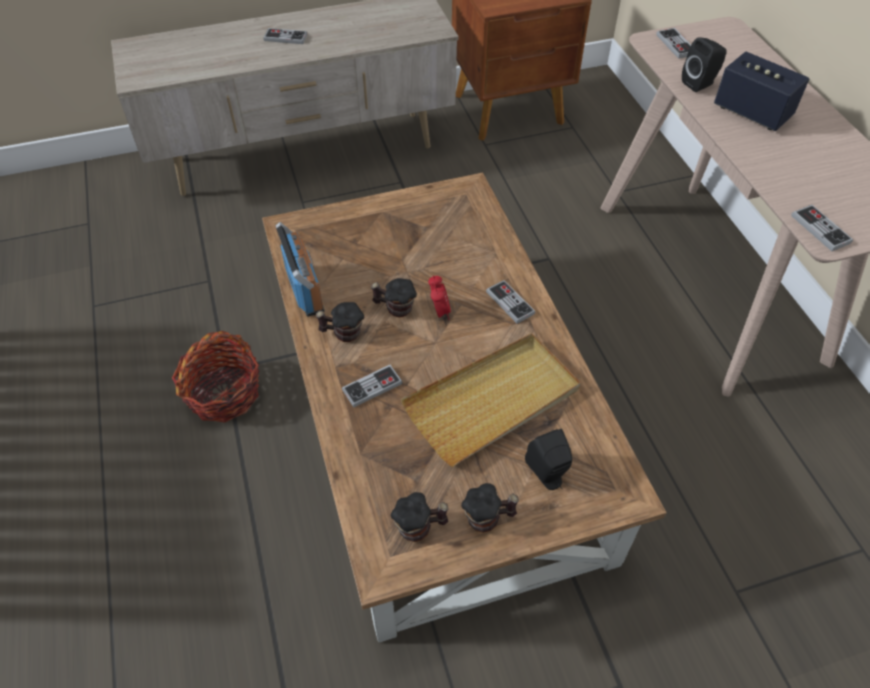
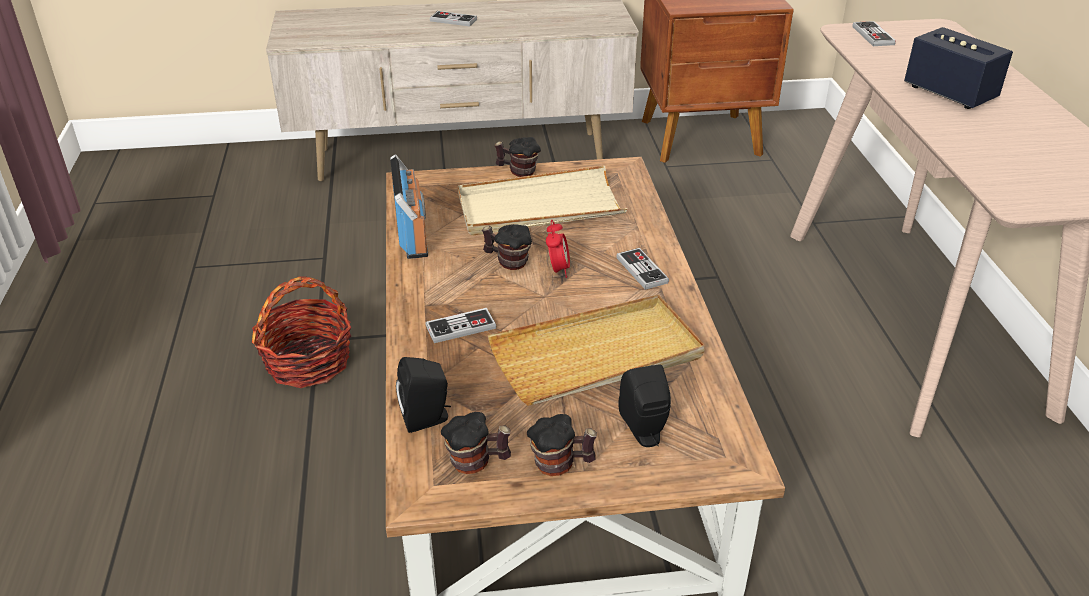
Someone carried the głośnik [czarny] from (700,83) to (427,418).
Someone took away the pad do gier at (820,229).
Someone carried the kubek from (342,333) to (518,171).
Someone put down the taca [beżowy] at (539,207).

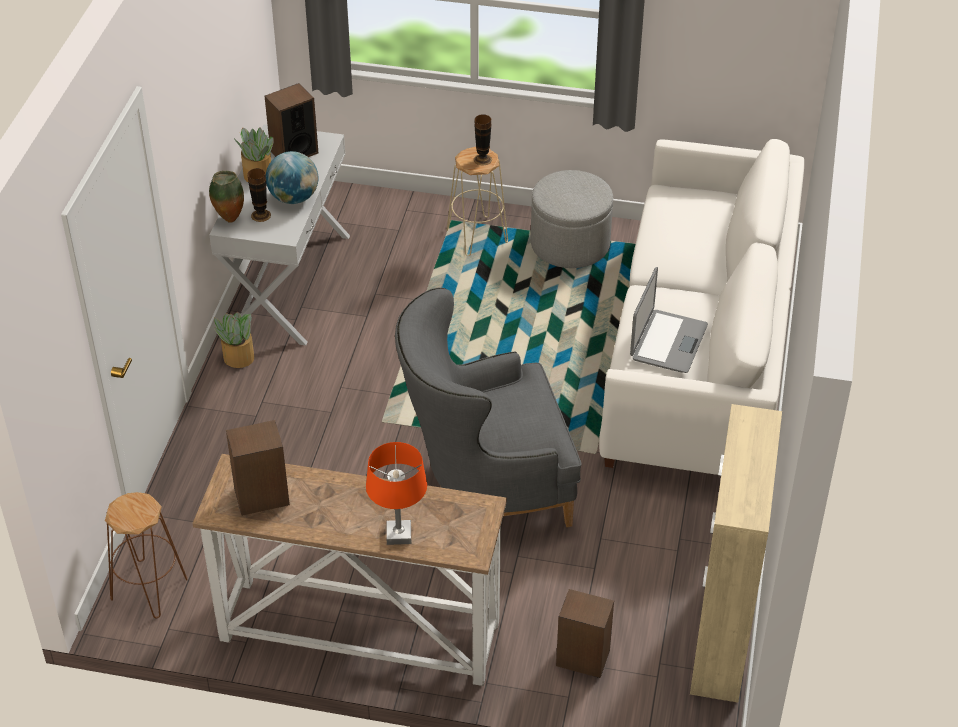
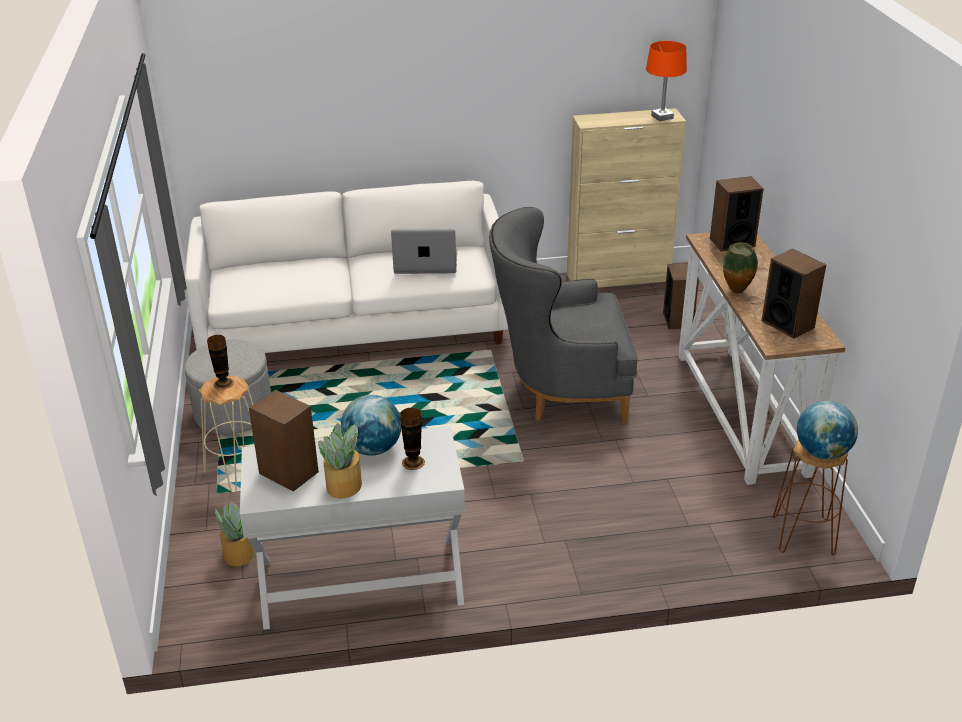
Someone carried the wazon from (229,219) to (737,292).
Someone rotated the fotel [szary] at (485,487) by 120 degrees clockwise.
Someone carried the roślina doniczkowa from (238,357) to (238,555).
Someone carried the lampa stołowa [pomarańczowy] from (398,535) to (662,117).
Someone put down the głośnik at (732,242).
Someone put down the globus at (822,452).

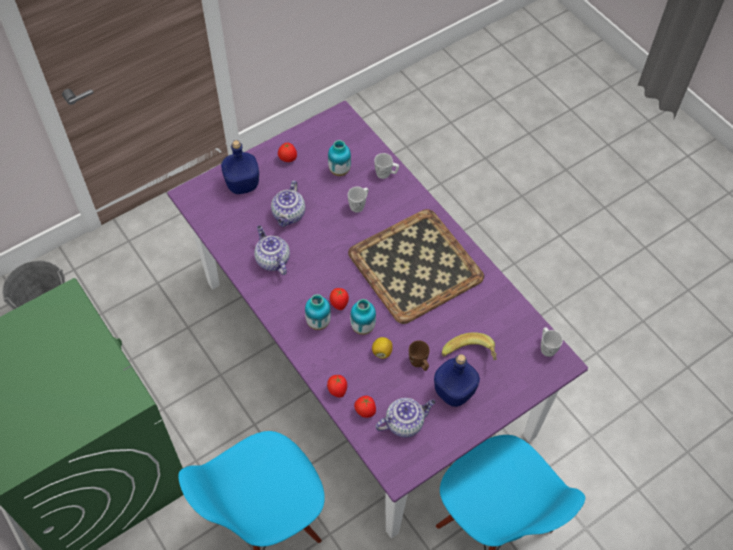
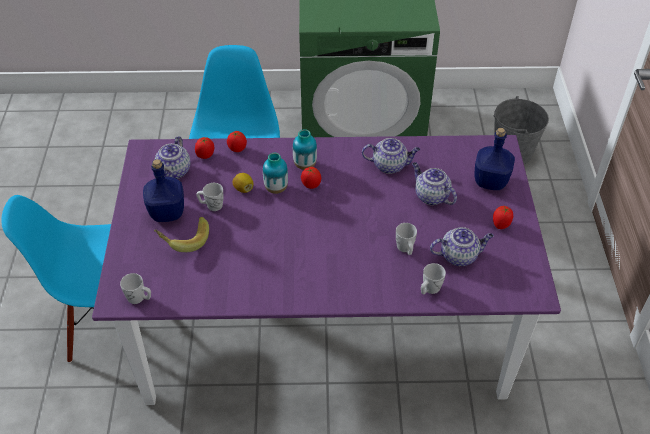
Someone swapped the wazon at (339,171) for the imbryk at (459,256).
Someone took away the taca at (415,264).
Someone repainted the kubek [brązowy] at (419,363), which became the kubek [biały] at (211,205).

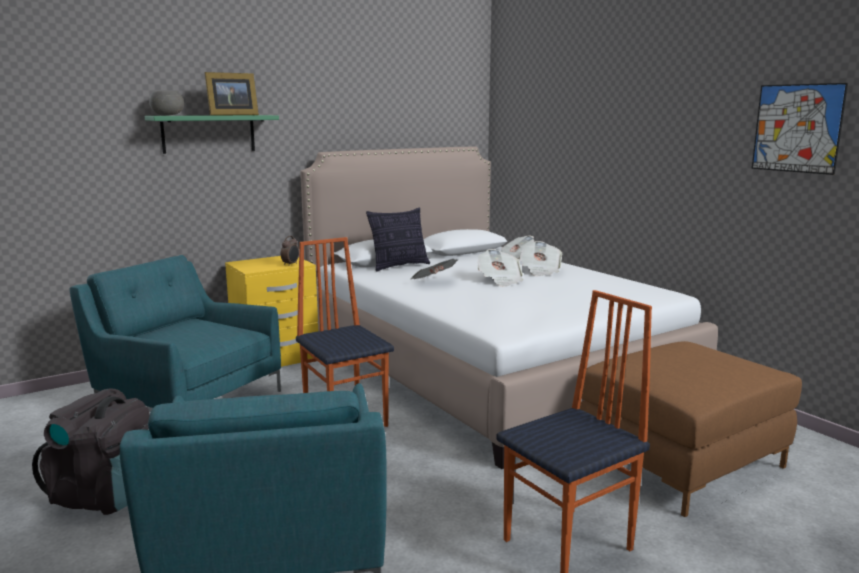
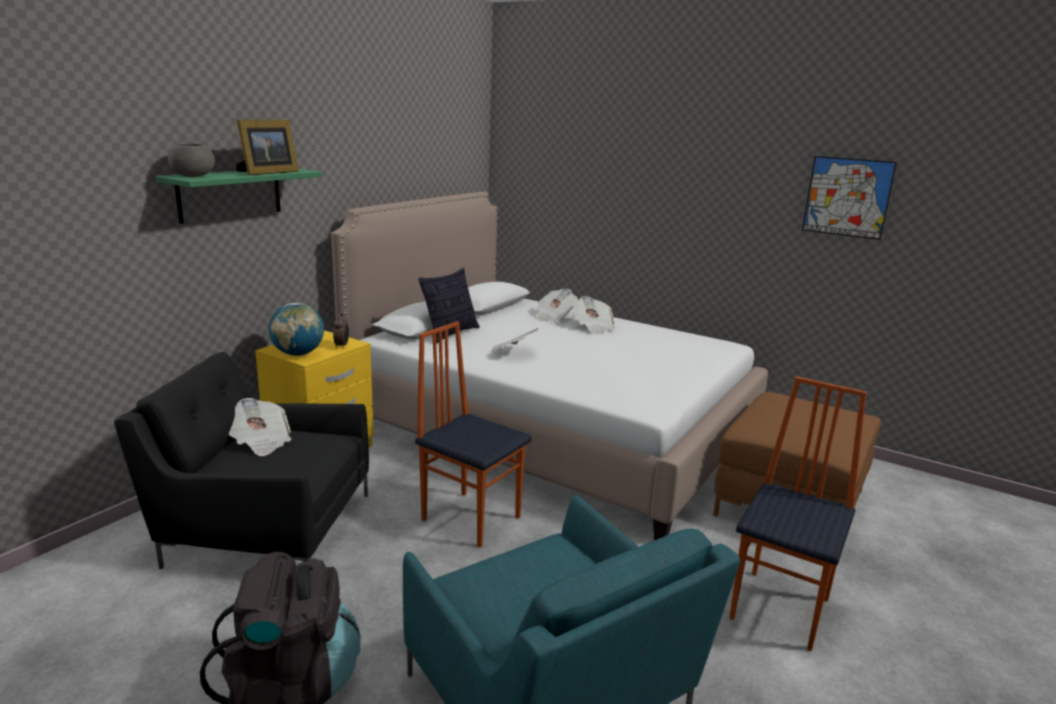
Someone carried the gazeta from (499,280) to (260,442).
Someone repainted the fotel [turkusowy] at (187,399), which became the fotel [czarny] at (265,527).
Someone put down the globus at (298,354).

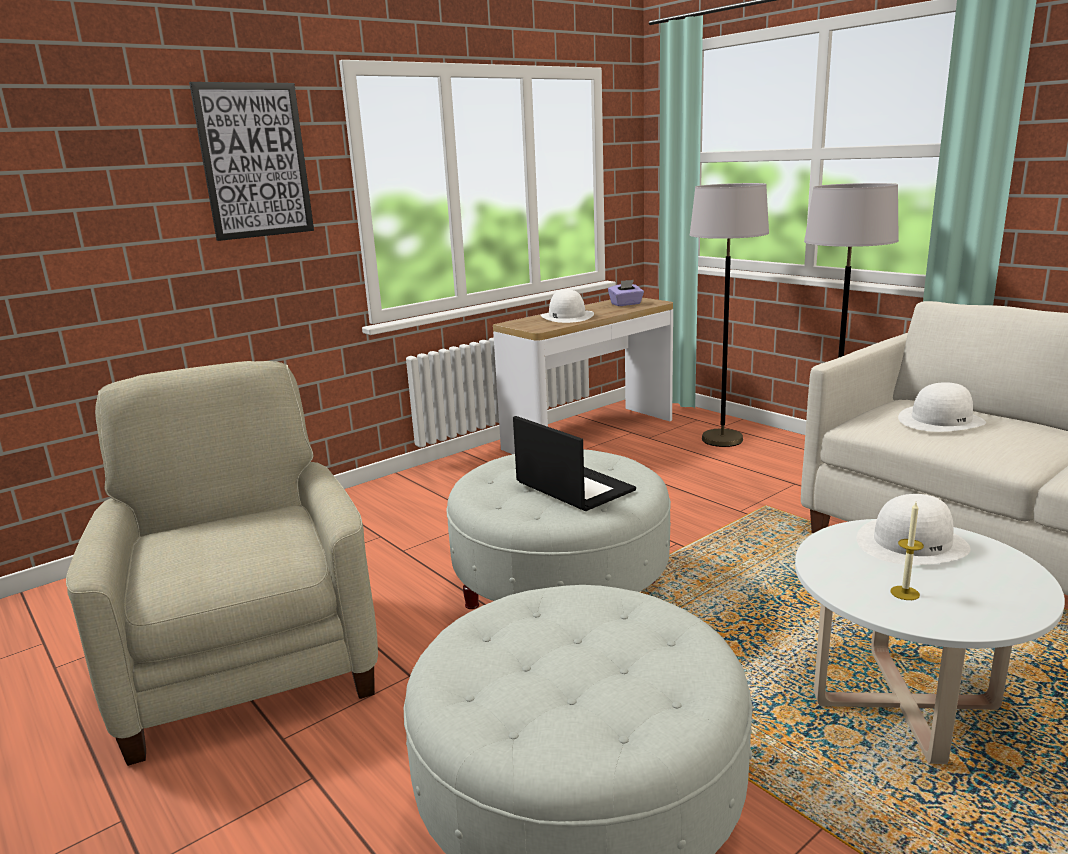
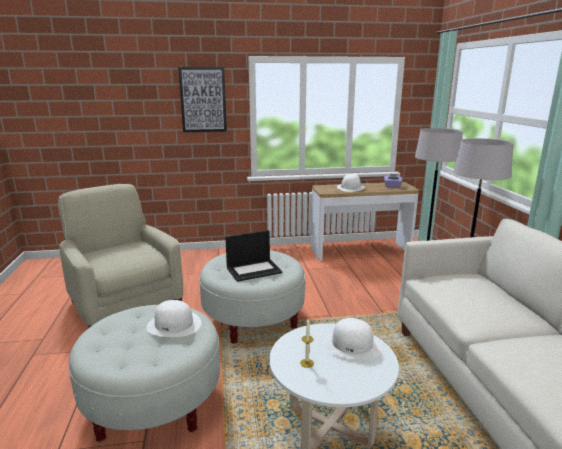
Someone rotated the fotel [beżowy] at (249,663) by 45 degrees counterclockwise.
Someone carried the kapelusz [biały] from (941,420) to (174,324).
Someone rotated the laptop at (573,487) by 75 degrees clockwise.

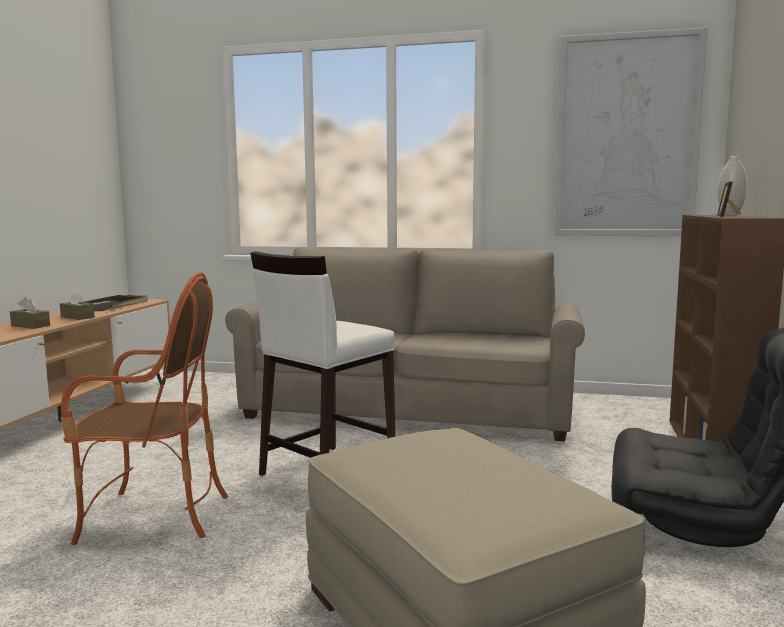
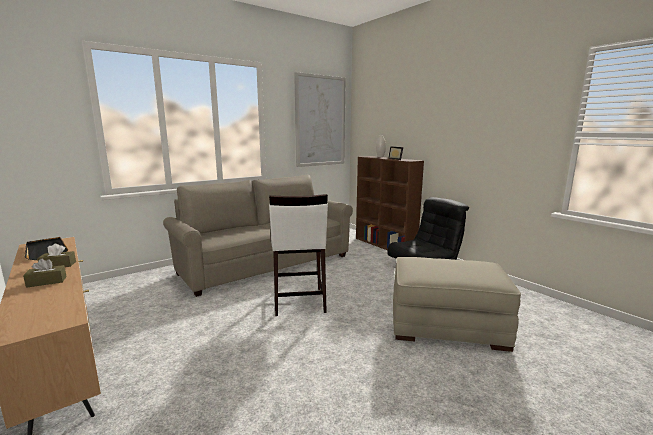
Someone took away the fotel at (153,517).

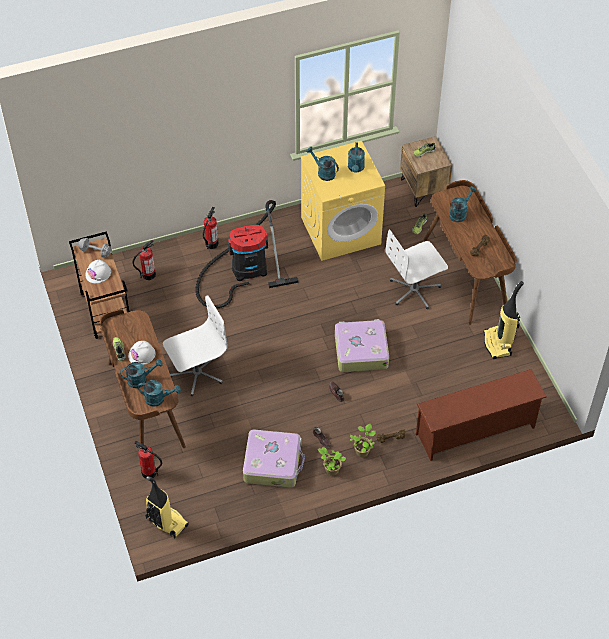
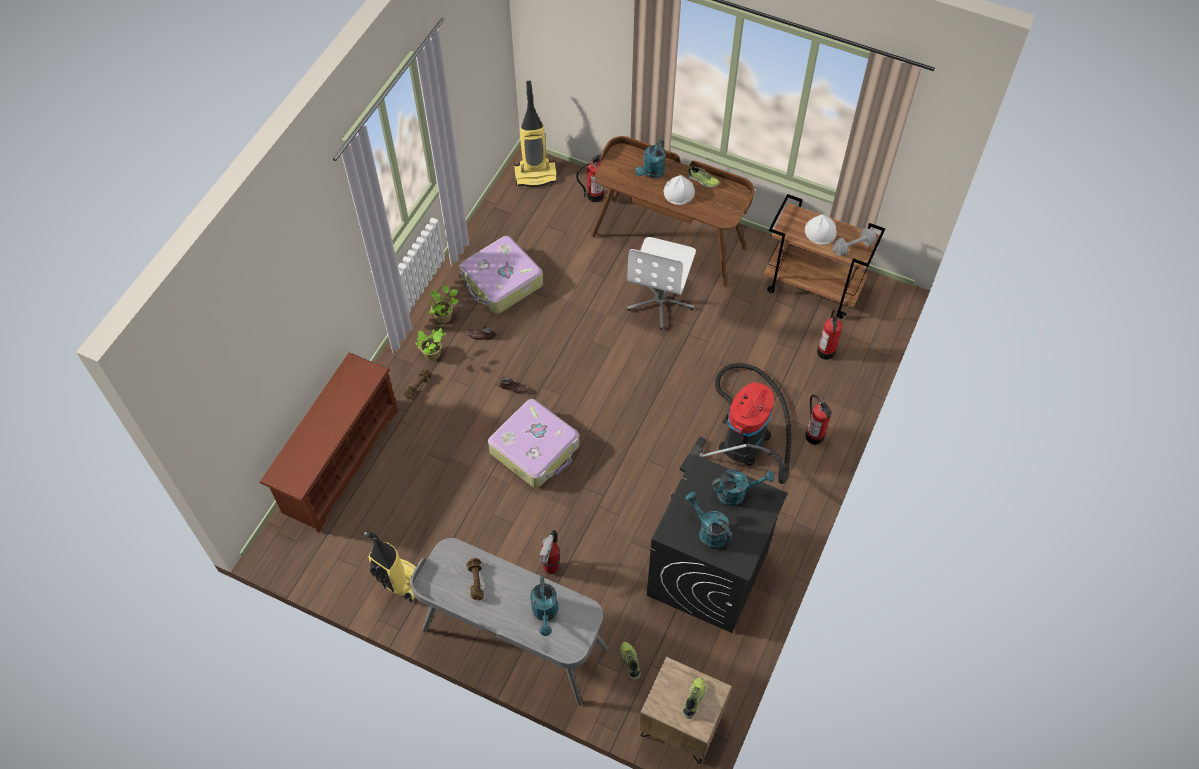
Someone repainted the pralka [żółty] at (341,230), which became the pralka [czarny] at (708,574).
Someone repainted the biurko [brązowy] at (466,275), which became the biurko [szary] at (513,641).
Someone swapped the krzesło biurowe [biały] at (414,290) for the gaśnica at (551,568).
Someone took away the konewka [turkusowy] at (158,399).

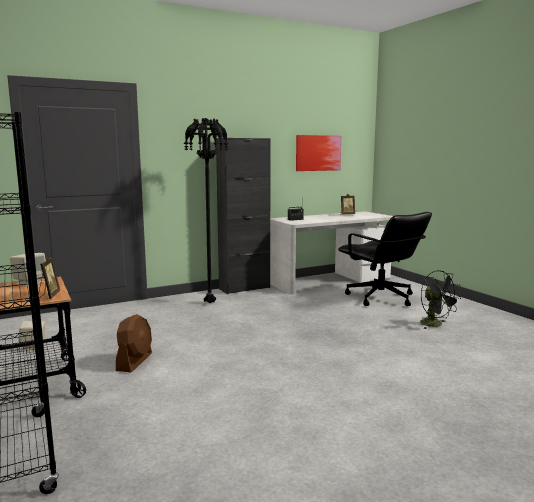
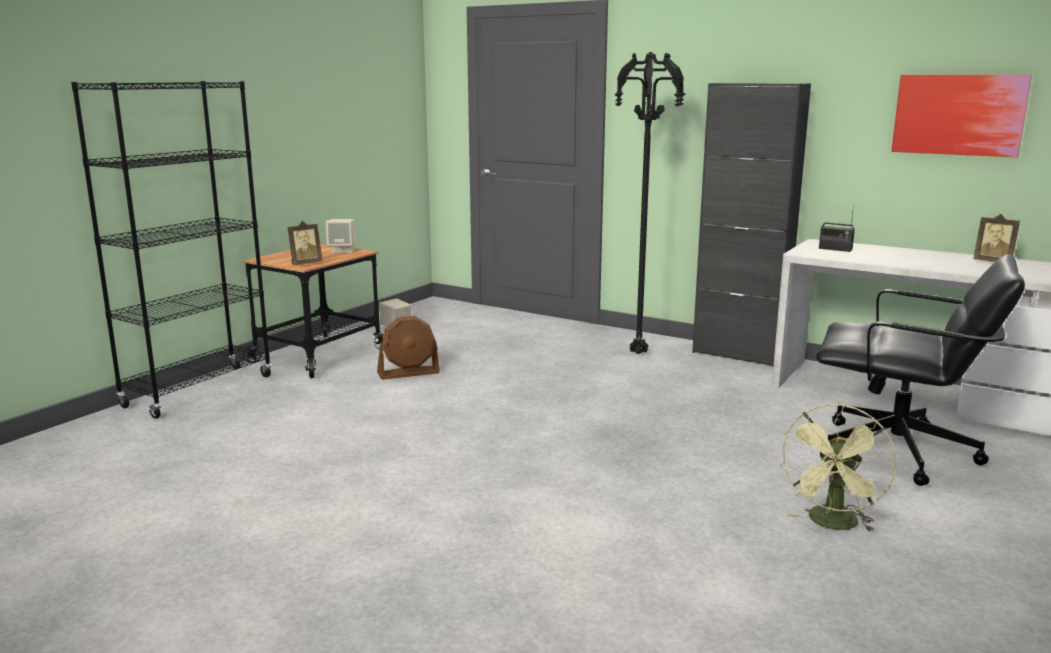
Someone rotated the krzesło biurowe [czarny] at (381,298) by 90 degrees counterclockwise.
Someone repainted the wentylator [czarny] at (435,325), which became the wentylator [zielony] at (832,525).

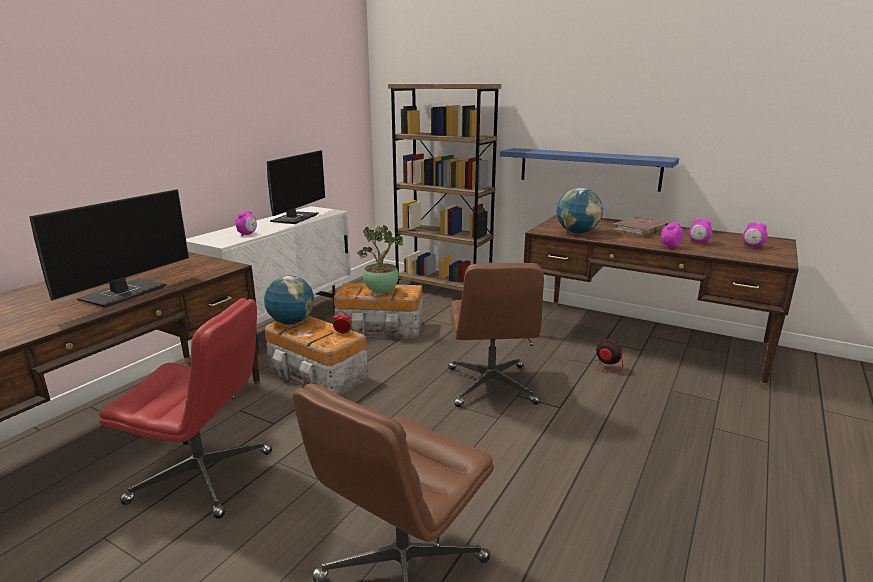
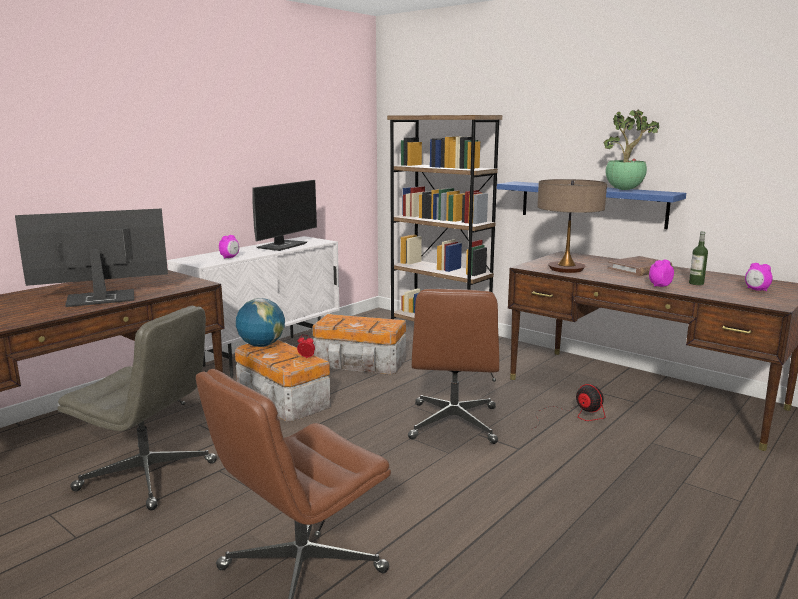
Someone swapped the globus at (577,232) for the lampa stołowa at (566,269).
Someone rotated the monitor at (124,293) by 150 degrees counterclockwise.
Someone swapped the budzik at (698,242) for the butelka at (696,283).
Someone carried the roślina doniczkowa from (382,292) to (625,190).
Someone repainted the krzesło biurowe [czerwony] at (204,477), which became the krzesło biurowe [szary] at (149,476).

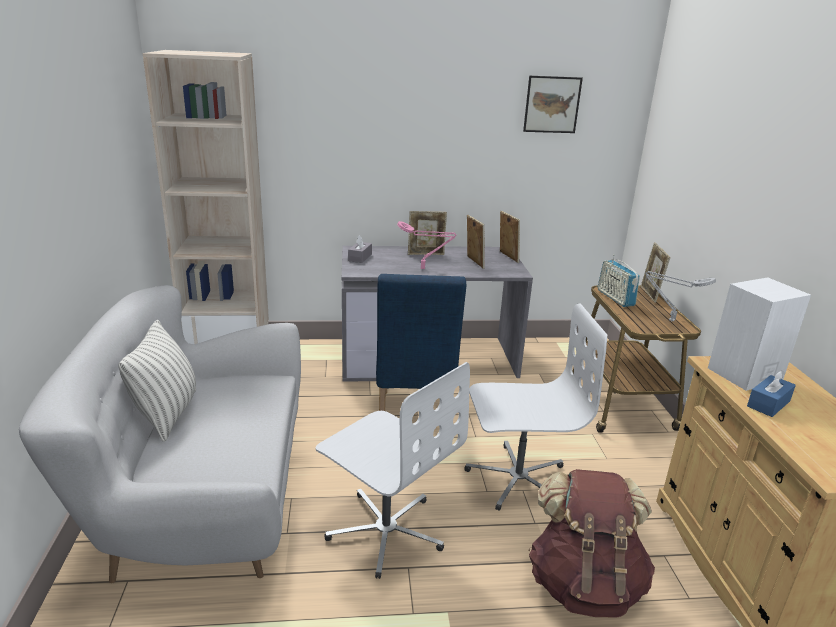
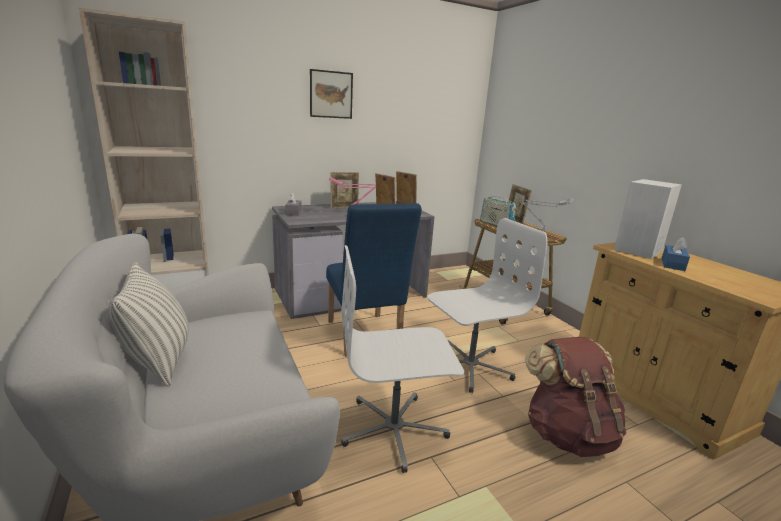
Someone carried the obraz from (552,104) to (331,94).
Someone rotated the krzesło biurowe [biały] at (386,530) by 150 degrees clockwise.

